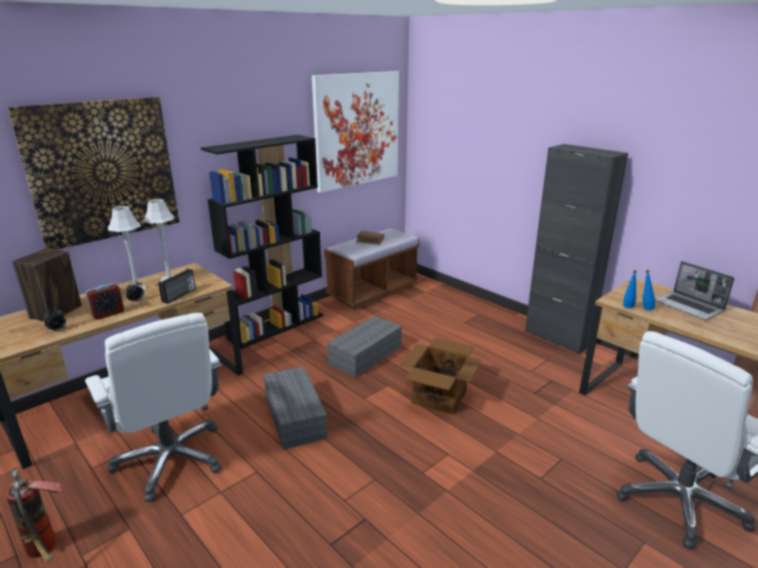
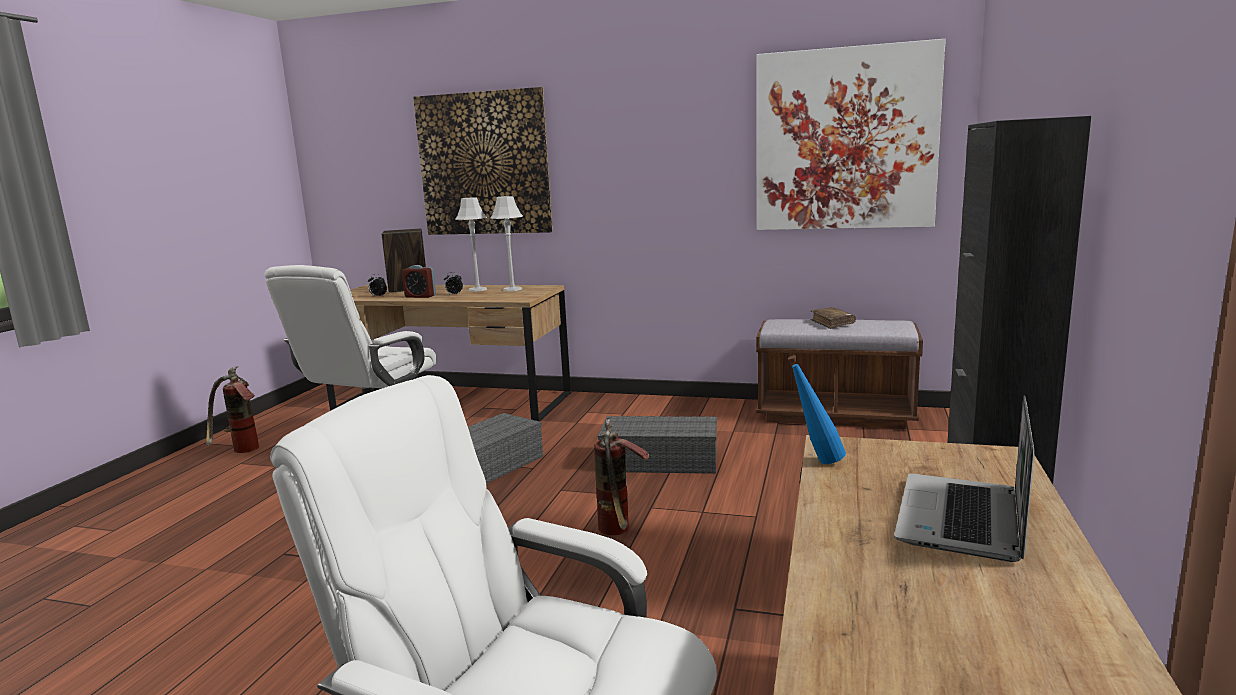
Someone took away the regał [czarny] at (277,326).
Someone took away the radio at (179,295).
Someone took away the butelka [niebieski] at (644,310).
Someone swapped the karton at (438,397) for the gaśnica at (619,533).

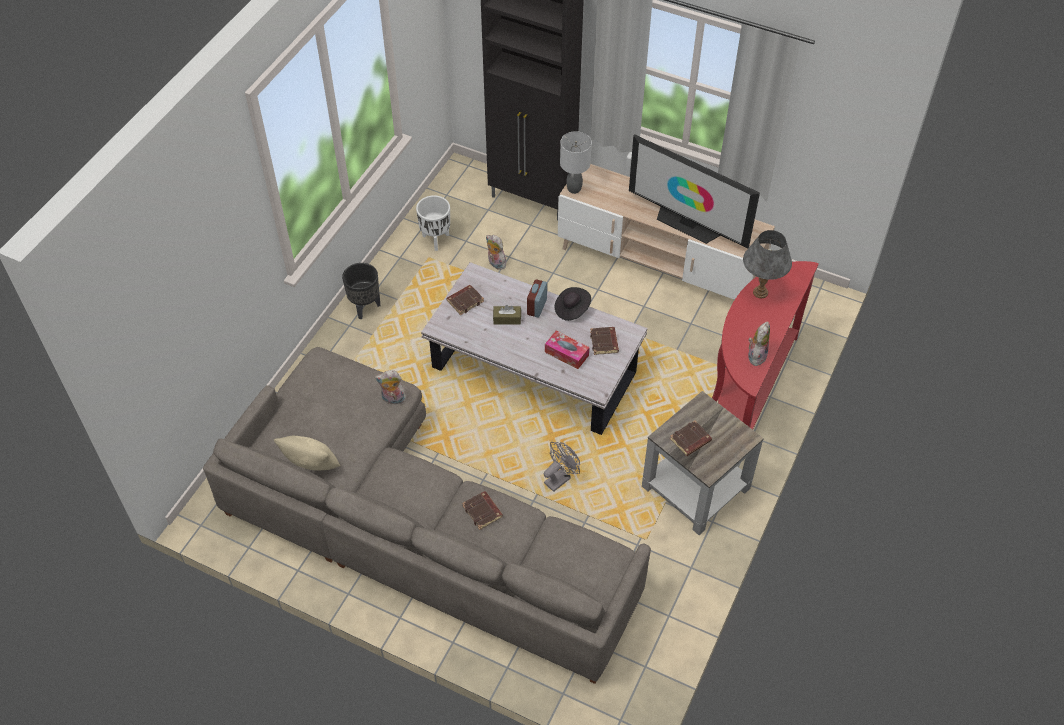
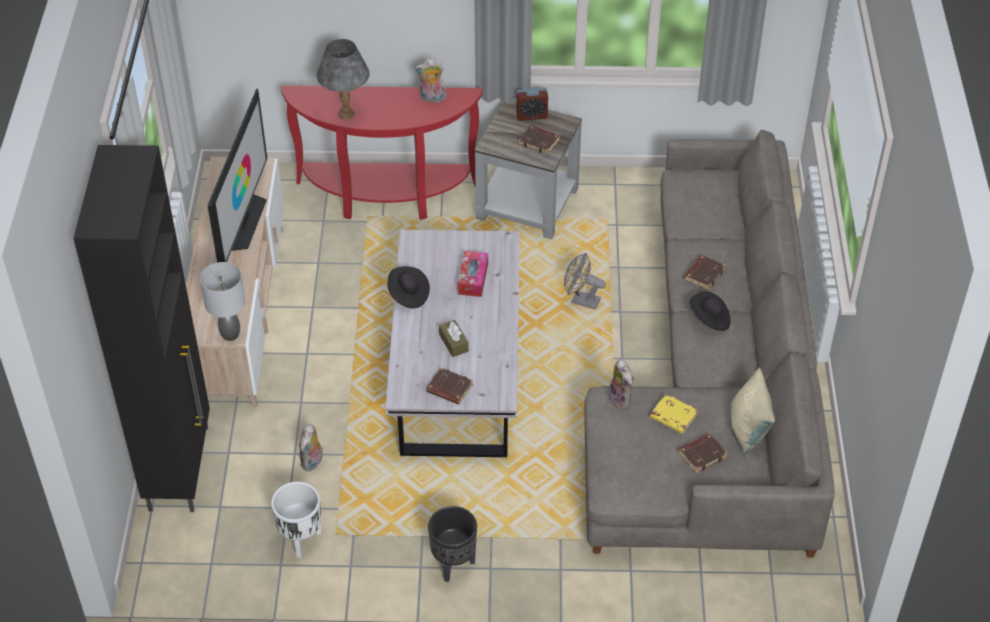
Someone carried the budzik from (537,307) to (531,115).
Someone carried the książka [brązowy] from (604,343) to (702,454).
Someone put down the kapelusz [czarny] at (710,319).
Someone put down the książka [żółty] at (672,416).

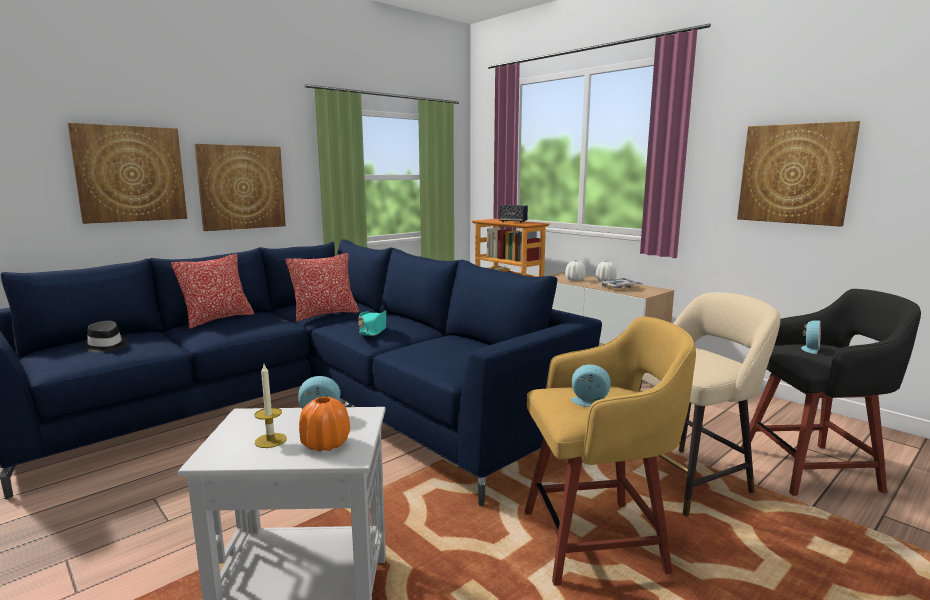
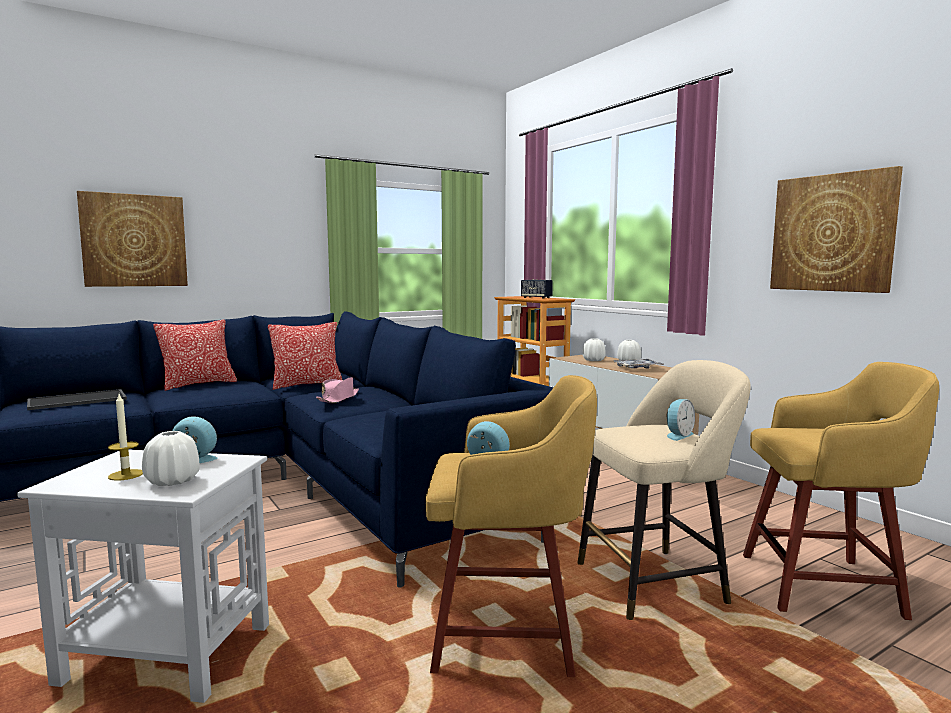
Someone took away the obraz at (241,187).
Someone repainted the stołek [czarny] at (813,469), which became the stołek [żółty] at (825,585).
Someone repainted the kapelusz [turkusowy] at (373,330), which became the kapelusz [różowy] at (338,398).
Someone carried the budzik from (809,349) to (678,435).
Someone swapped the kapelusz [czarny] at (106,346) for the taca at (76,400).
Someone repainted the wazon [pomarańczowy] at (325,444), which became the wazon [biały] at (173,481).

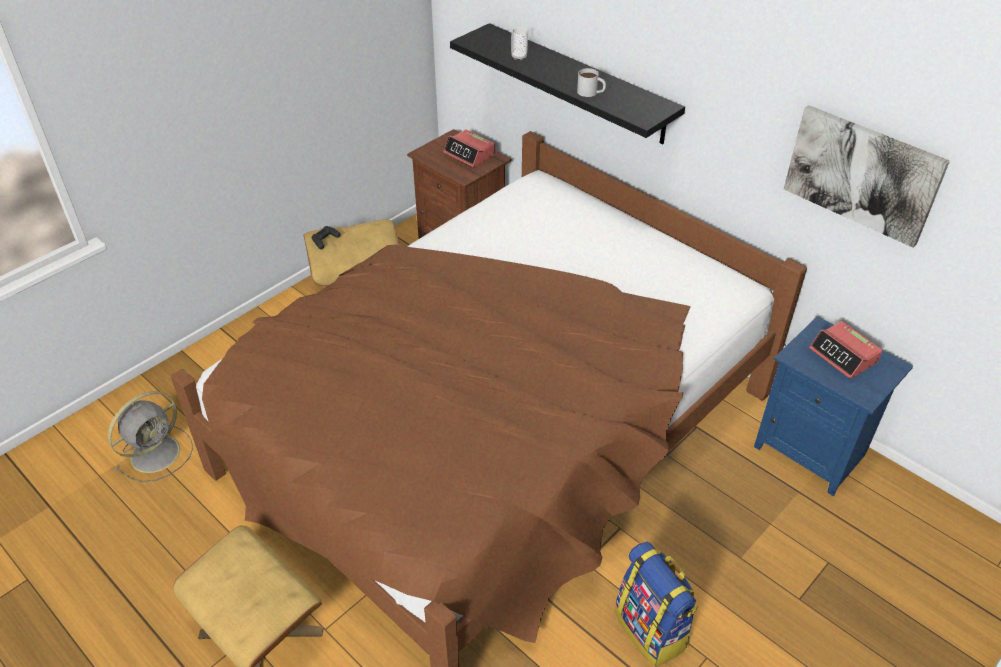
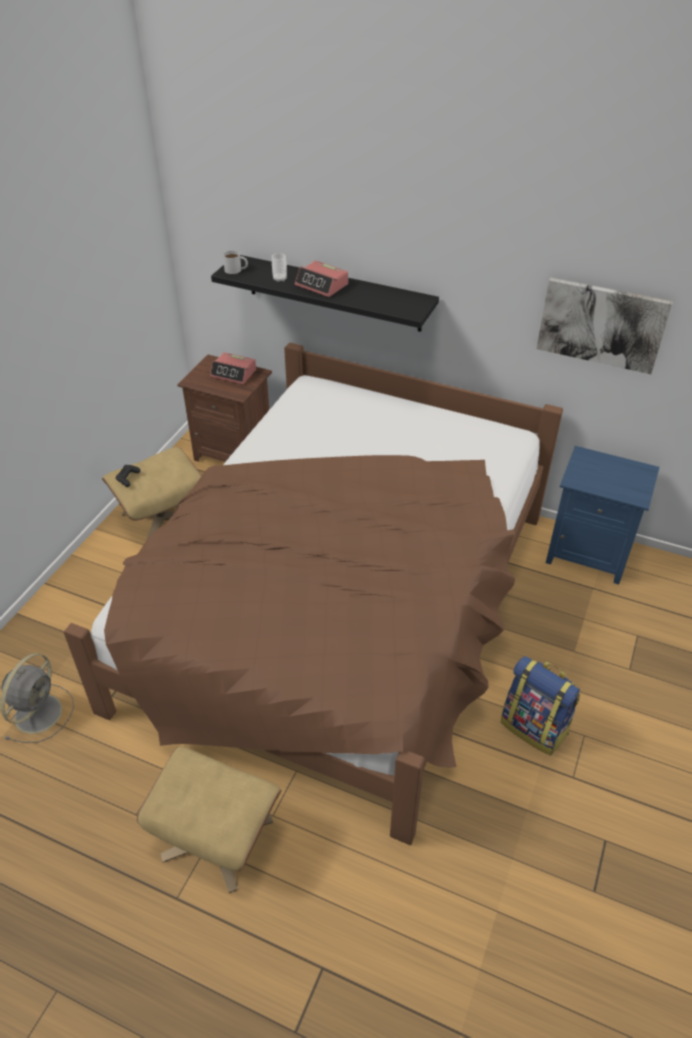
Someone carried the kubek [biały] from (591,92) to (236,270).
Someone carried the budzik from (843,356) to (322,285).

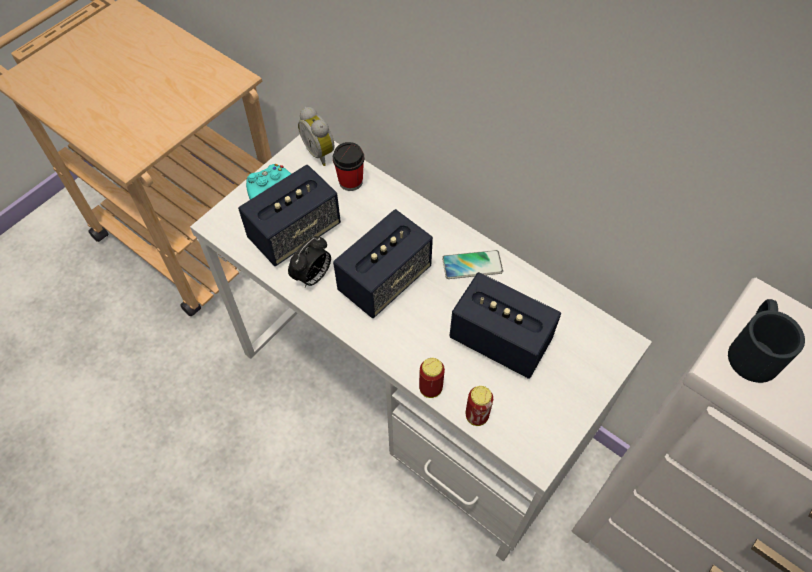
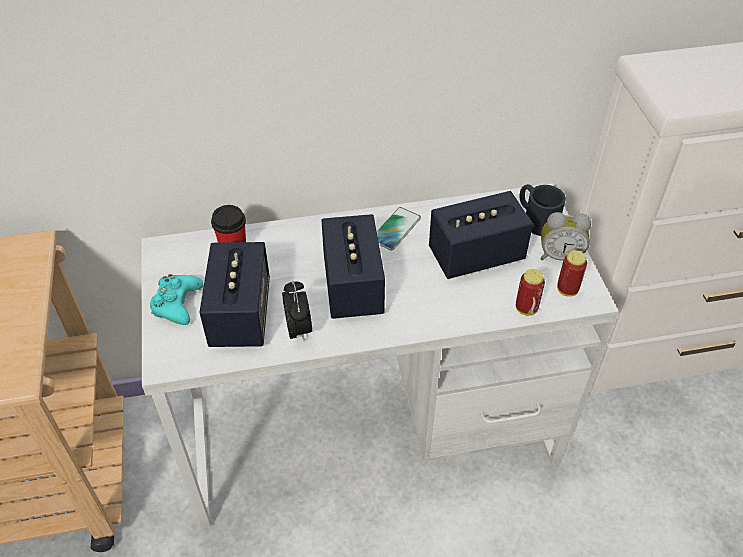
Someone carried the budzik from (321,152) to (559,255).
Someone carried the kubek [czarny] from (753,349) to (535,219).
Someone carried the puszka from (430,388) to (567,290).

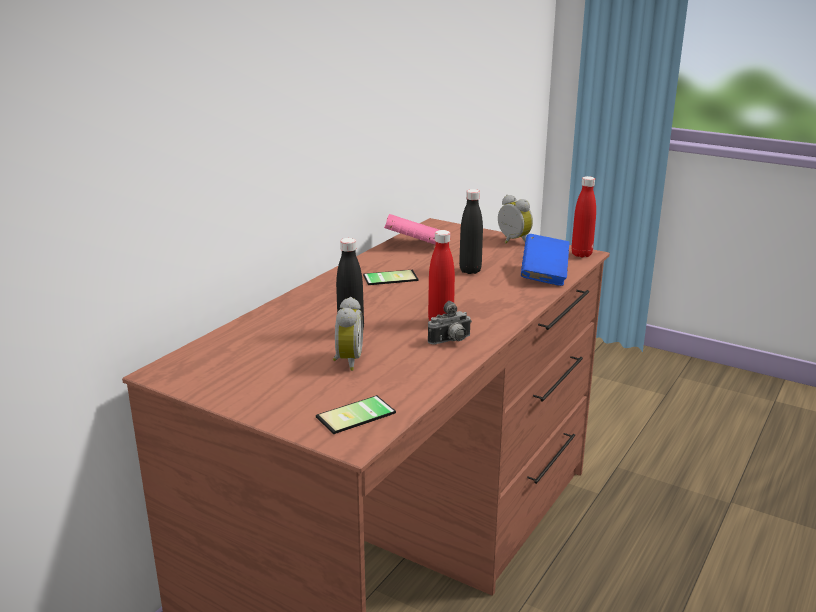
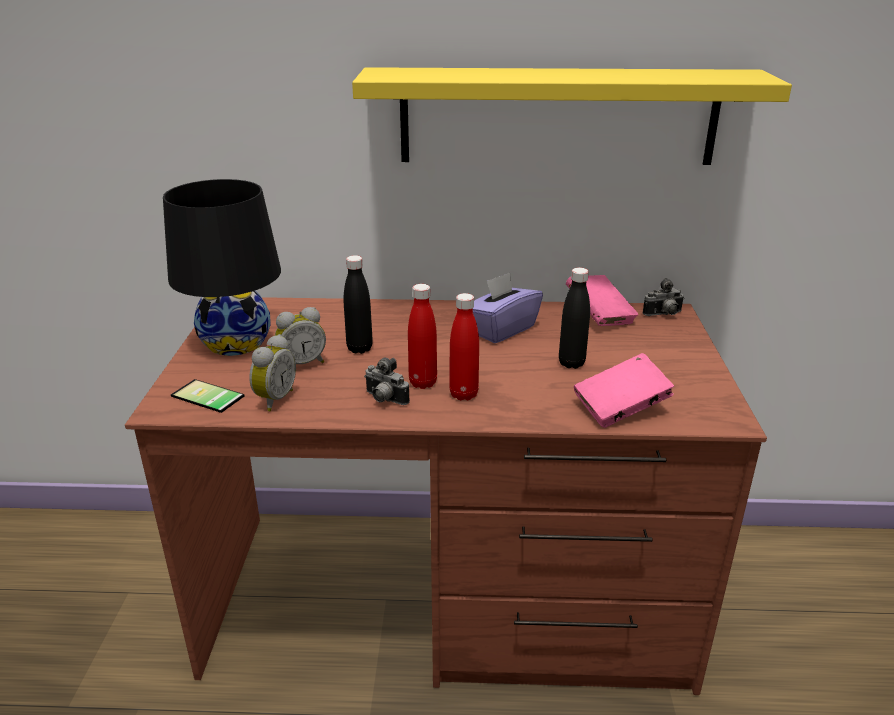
Someone carried the butelka [czerwony] from (581,254) to (463,394).
Someone carried the budzik from (512,241) to (273,399).
Someone repainted the książka [niebieski] at (544,275), which became the książka [różowy] at (620,408).
Someone swapped the telefon at (390,277) for the pudełko chusteczek [fioletowy] at (501,329).
Someone put up the półka [żółty] at (558,116).
Someone put down the lampa stołowa [czarny] at (236,342).
Someone put down the aparat fotograficzny at (664,315).

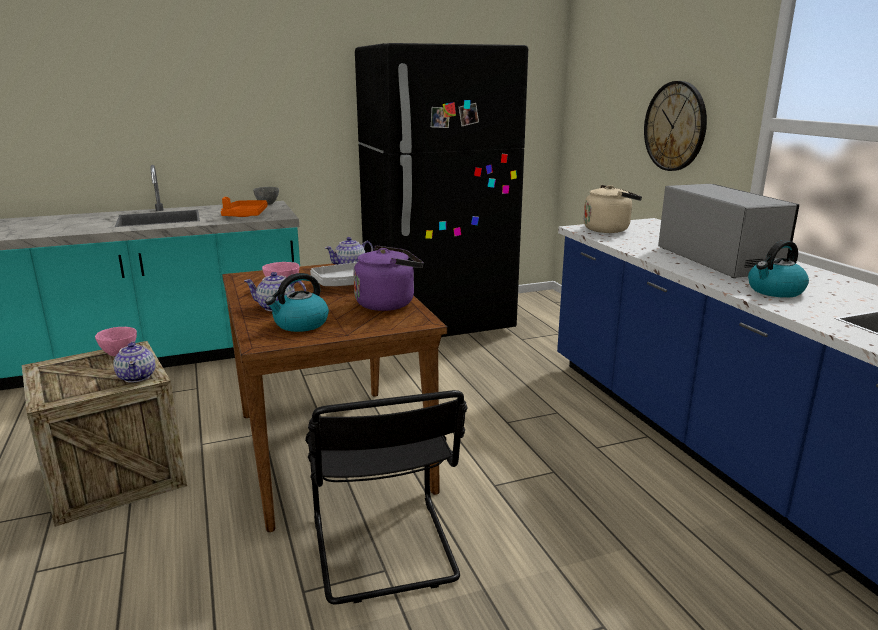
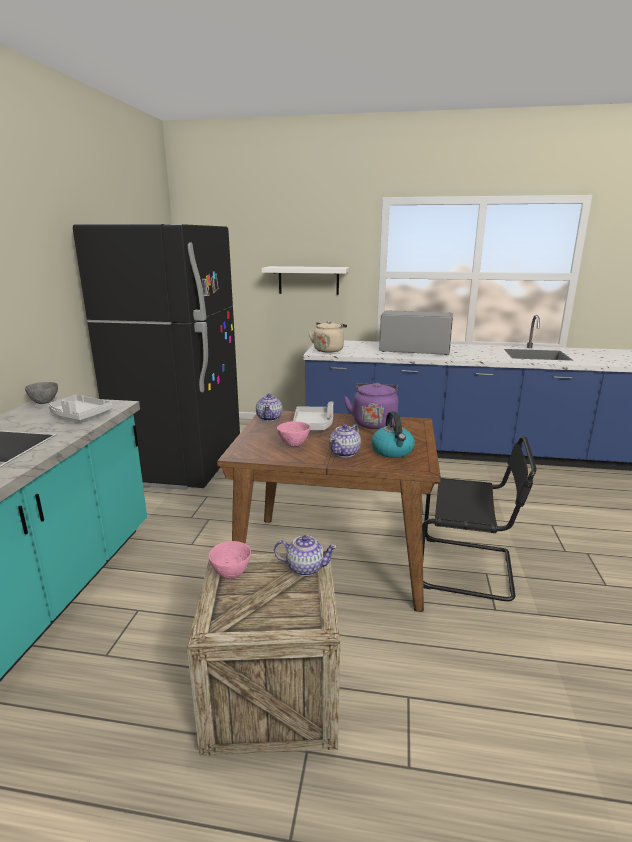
Someone swapped the zegar ścienny at (675,126) for the półka [biały] at (308,280).
Someone repainted the taca [pomarańczowy] at (245,215), which became the taca [szary] at (79,415).
Someone took away the czajnik at (775,291).

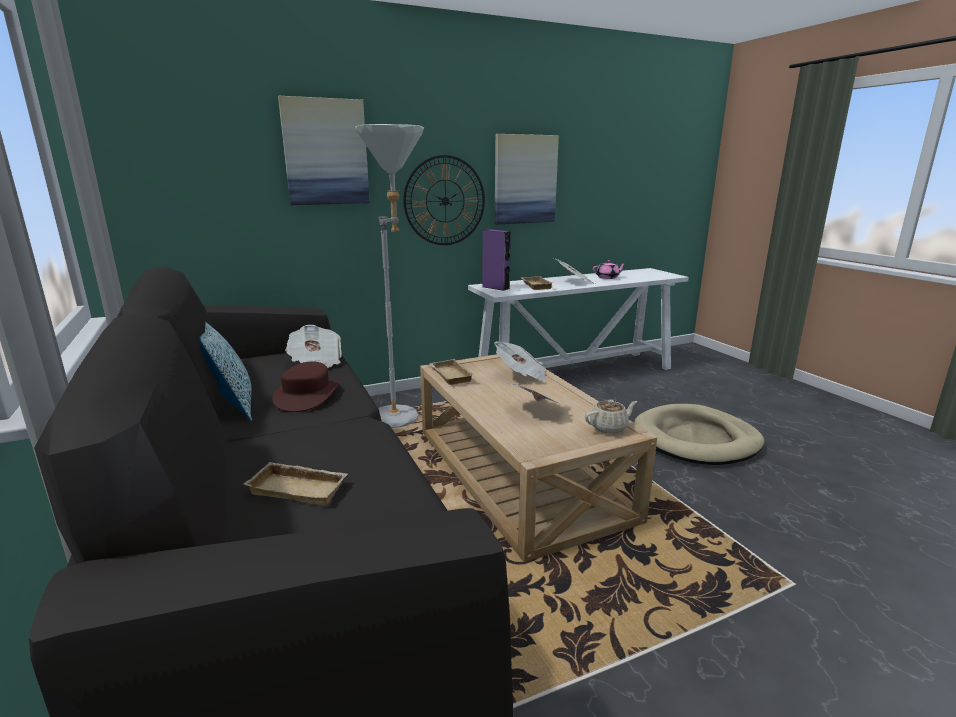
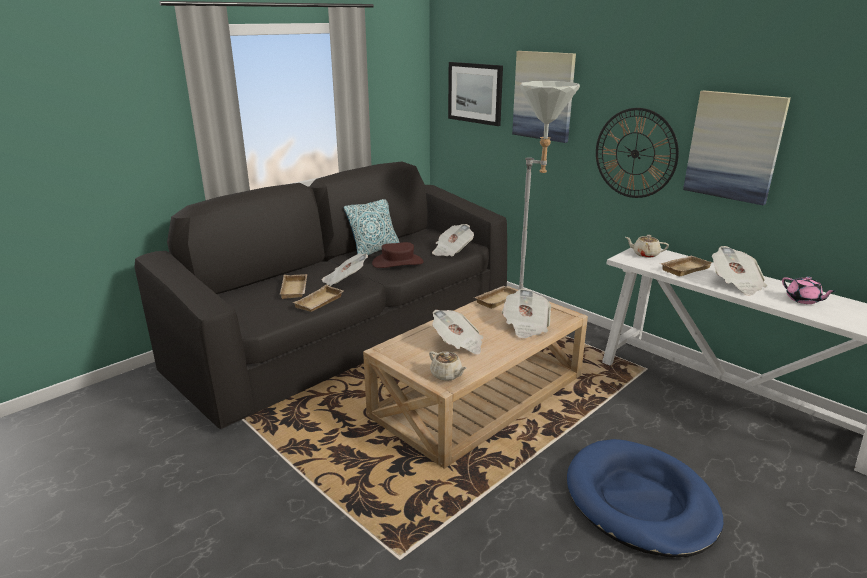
Someone swapped the głośnik [fioletowy] at (495,288) for the imbryk [beżowy] at (645,254).
Someone repainted the legowisko [beżowy] at (696,439), which became the legowisko [niebieski] at (640,501).
Someone put up the obraz at (475,93).
Someone put down the gazeta at (344,281).
Someone put down the taca [beżowy] at (320,303).

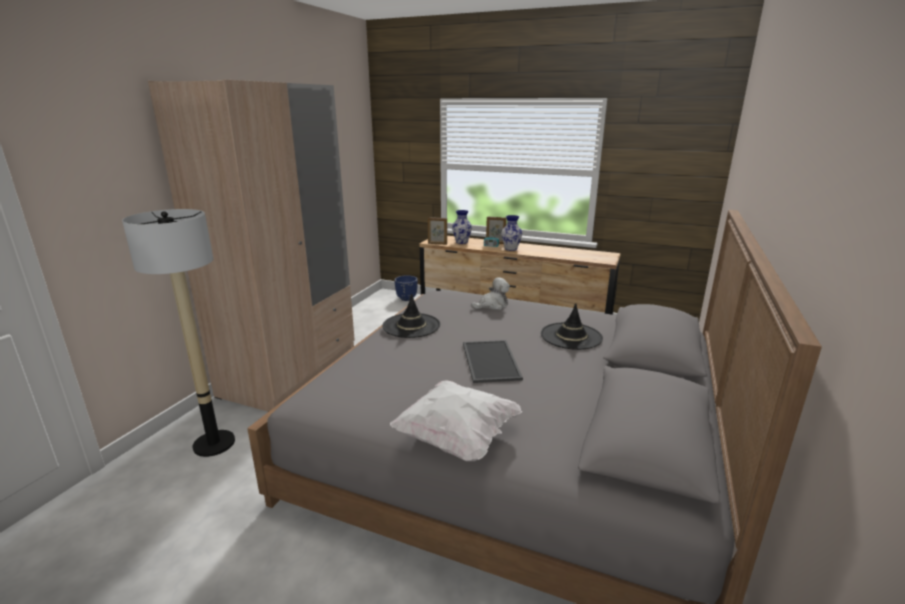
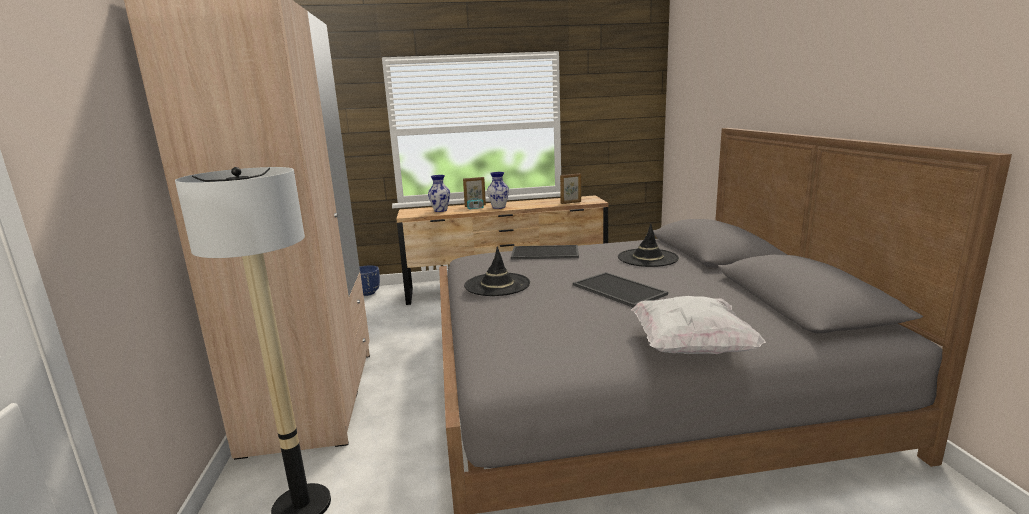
Someone carried the ramka na zdjęcie from (437,244) to (571,202).
Someone swapped the pluszak at (492,305) for the taca at (544,253).

